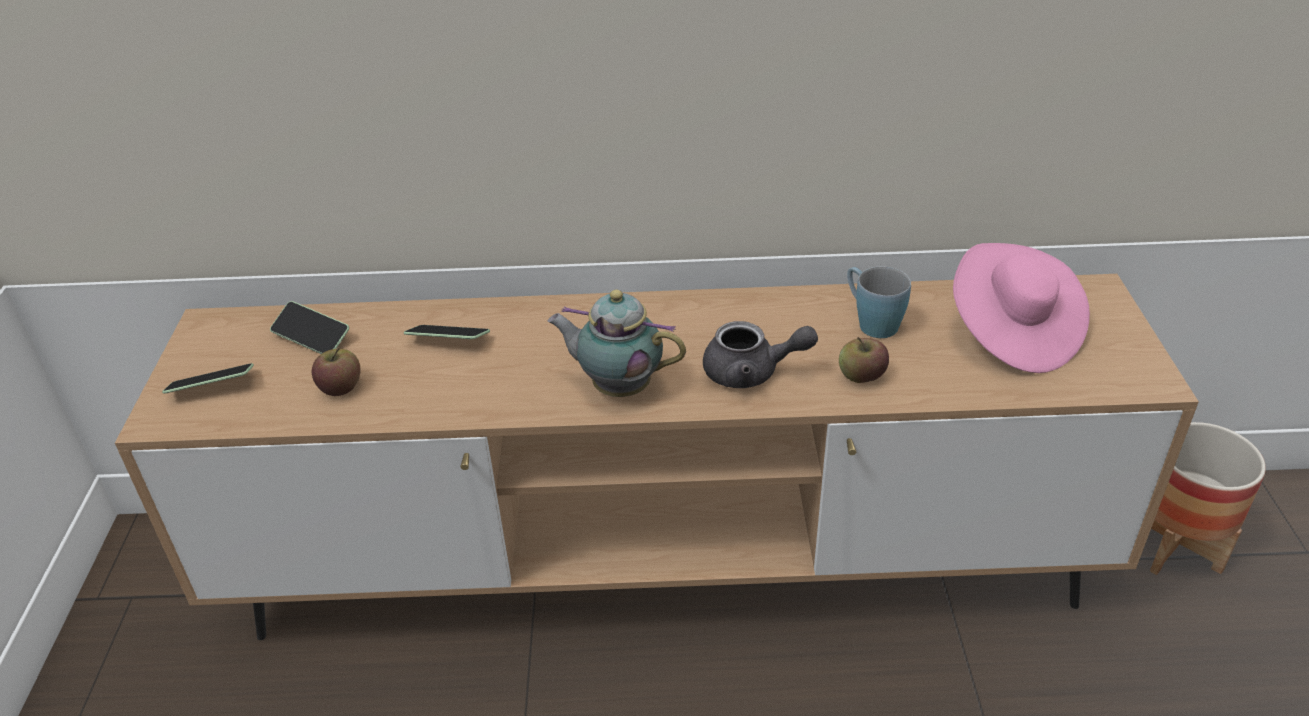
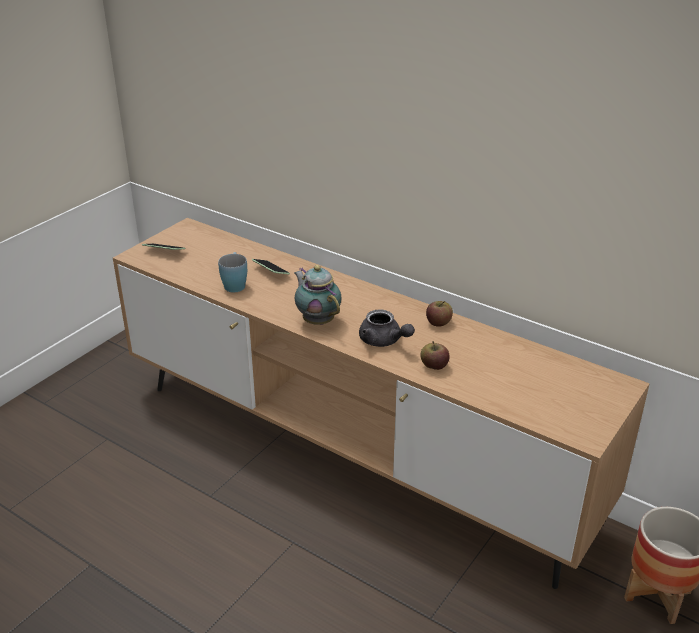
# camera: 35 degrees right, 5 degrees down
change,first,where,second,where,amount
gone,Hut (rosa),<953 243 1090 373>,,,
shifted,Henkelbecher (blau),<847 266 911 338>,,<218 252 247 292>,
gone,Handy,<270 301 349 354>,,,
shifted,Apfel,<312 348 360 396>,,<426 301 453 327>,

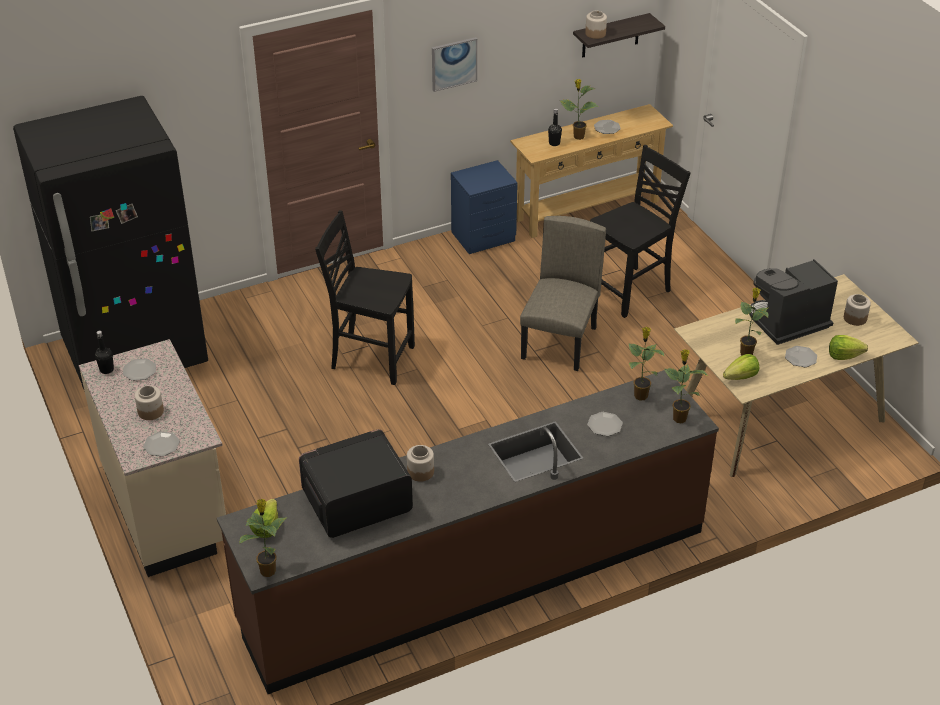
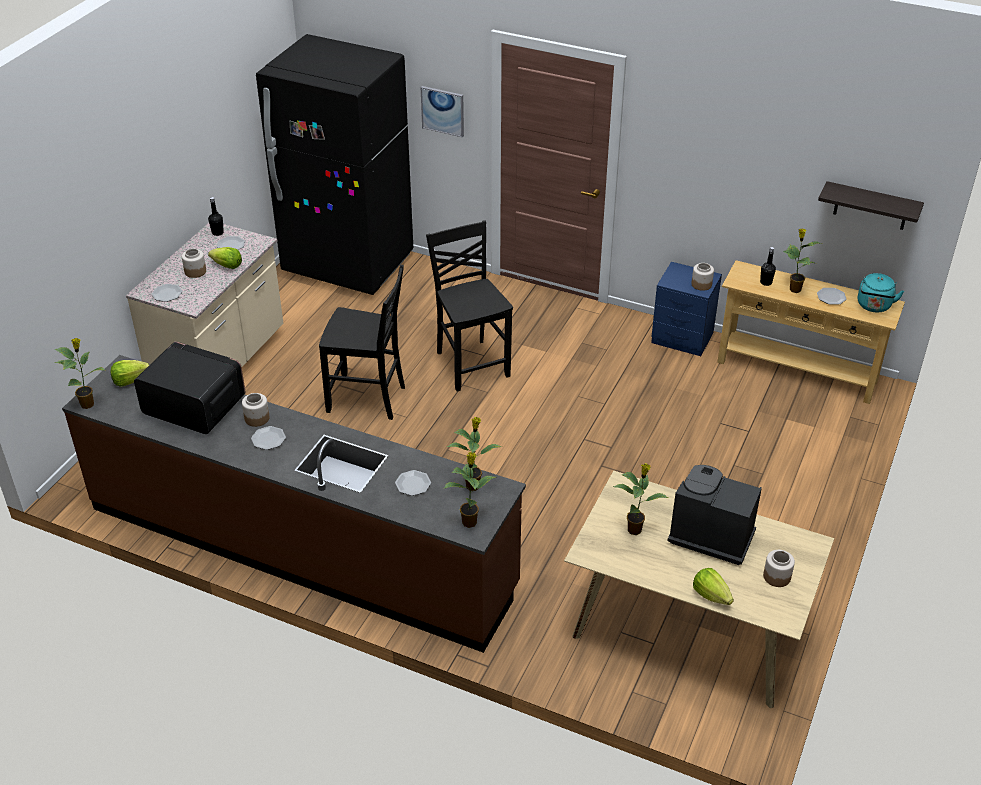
# camera: 50 degrees right, 0 degrees up
change,first,where,second,where,amount
shifted,Vorratsglas,<585 11 607 39>,,<691 263 714 291>,
shifted,Bild,<432 37 477 92>,,<421 86 464 137>,
shifted,Stuhl (schwarz),<590 145 691 318>,,<319 265 405 420>,
gone,Stuhl (beige),<520 216 606 371>,,,
shifted,Teller,<785 346 817 367>,,<251 426 286 450>,
shifted,Salatkopf,<723 354 759 380>,,<208 247 242 269>,
new,,,Wasserkessel (türkis),<858 273 904 312>,

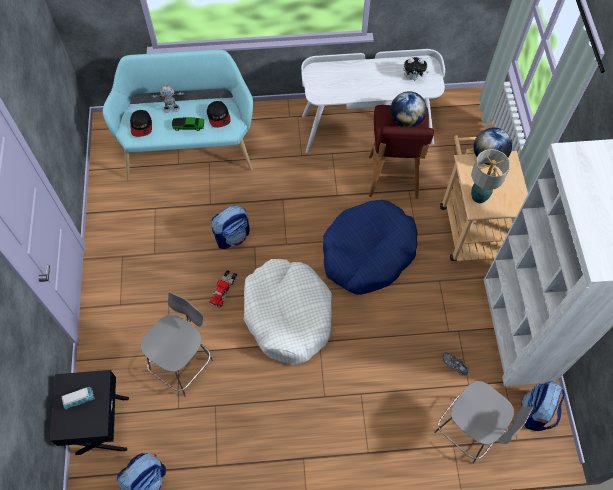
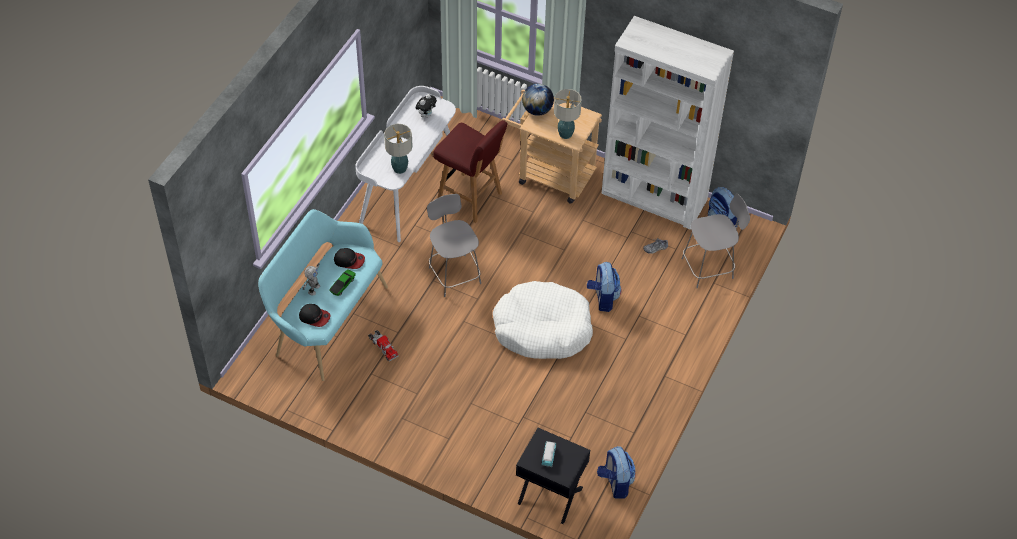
# camera: 60 degrees left, 10 degrees down
change,first,where,second,where,amount
gone,Globus,<390 91 427 127>,,,
gone,Hundebett (blau),<323 200 418 295>,,,
shifted,Rucksack,<211 205 250 249>,,<587 262 621 312>,
shifted,Spielzeuglaster,<209 270 237 308>,,<368 330 399 362>,
shifted,Stuhl (grau),<140 292 214 397>,,<427 194 481 297>,
new,,,Tischlampe,<384 124 413 174>,

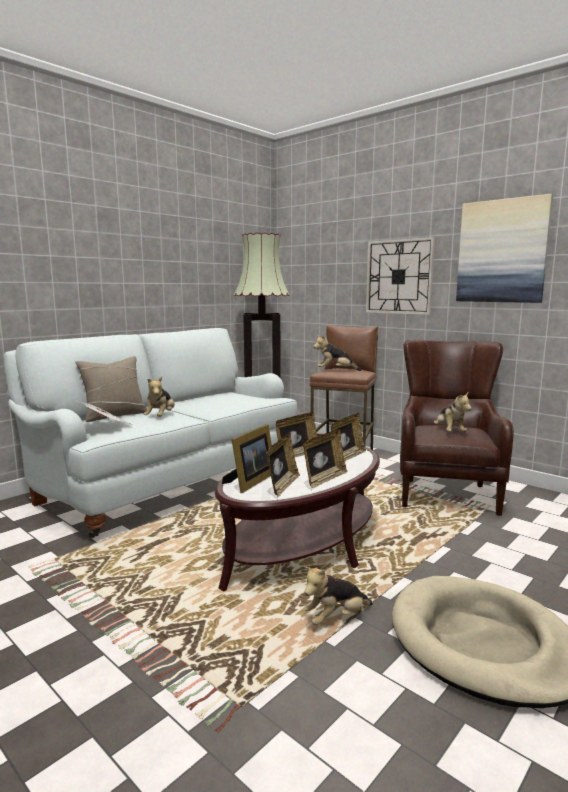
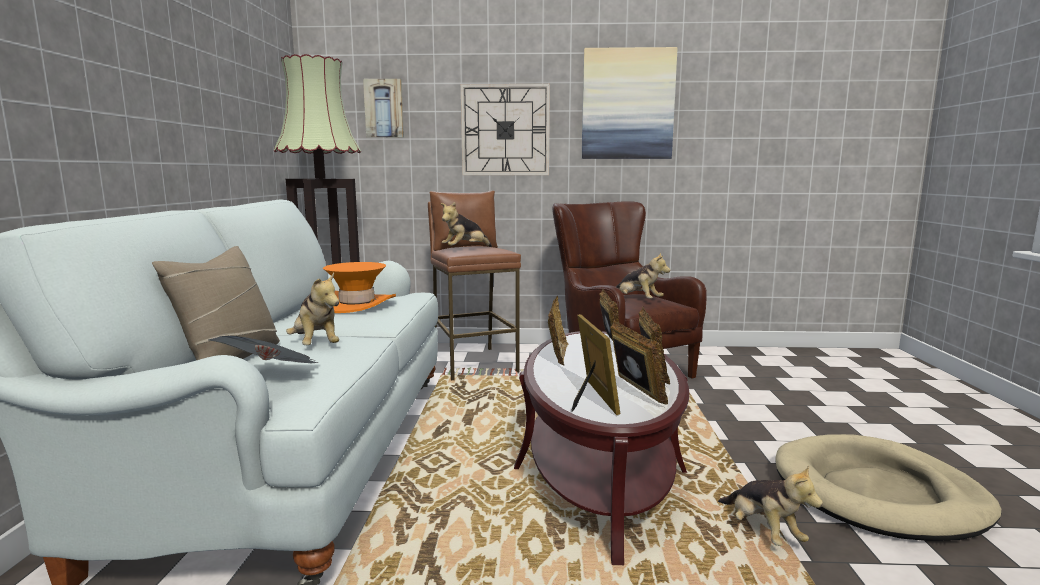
# camera: 40 degrees left, 0 degrees up
change,first,where,second,where,amount
rotated,Plüschtier,<304 566 373 625>,,<718 465 823 546>,45 degrees counterclockwise
new,,,Bild,<363 79 404 138>,
new,,,Hut (orange),<323 262 396 313>,

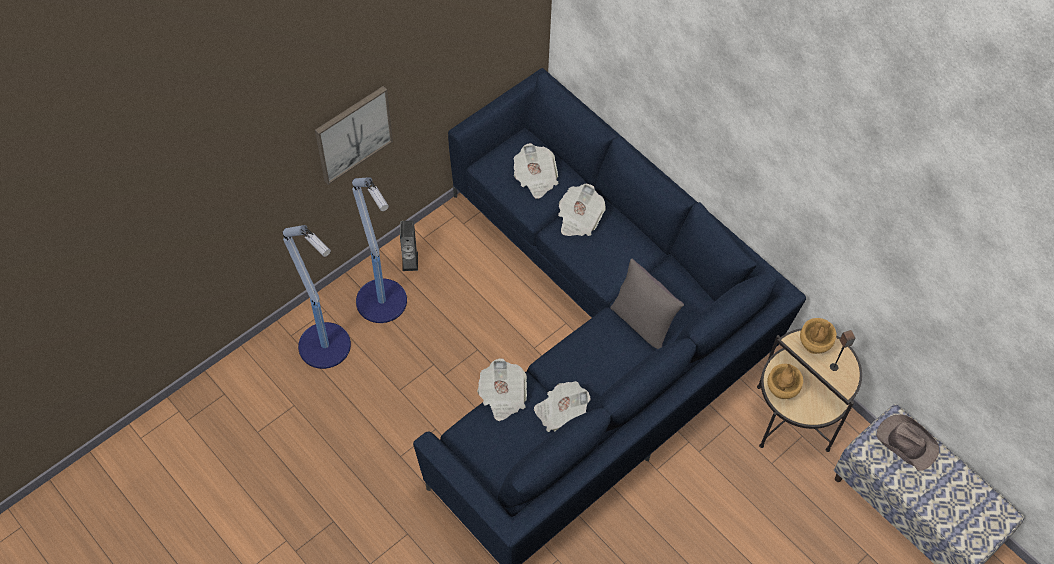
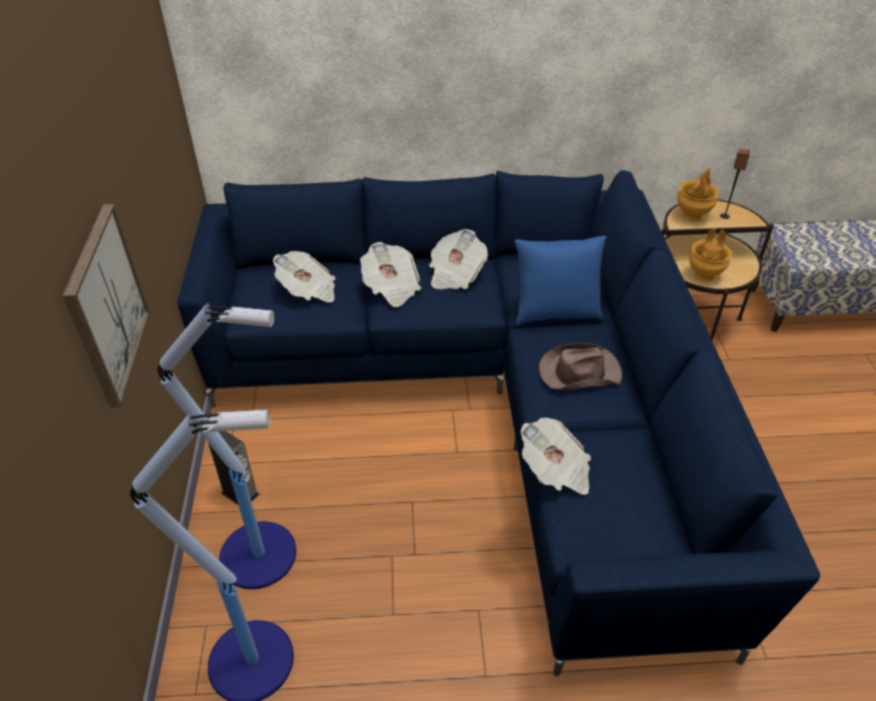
# camera: 50 degrees left, 15 degrees down
change,first,where,second,where,amount
repainted,Kissen (grau),<610 259 684 349>,Kissen (blau),<515 236 607 325>,
shifted,Zeitung,<534 381 591 432>,,<429 229 488 289>,
shifted,Hut (braun),<876 414 939 471>,,<539 343 622 390>,

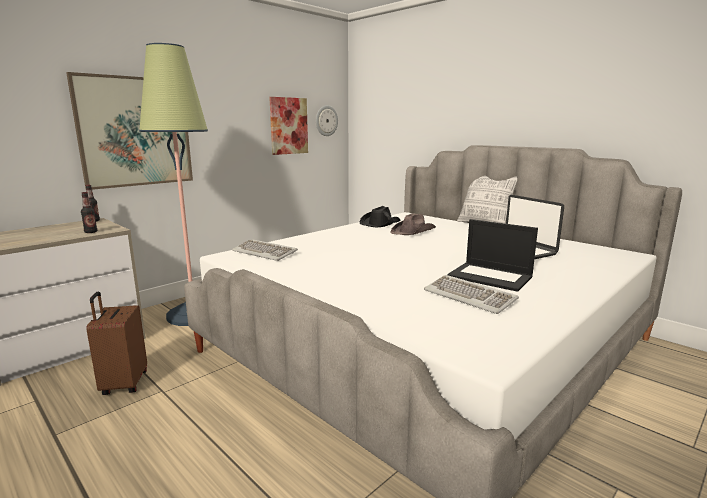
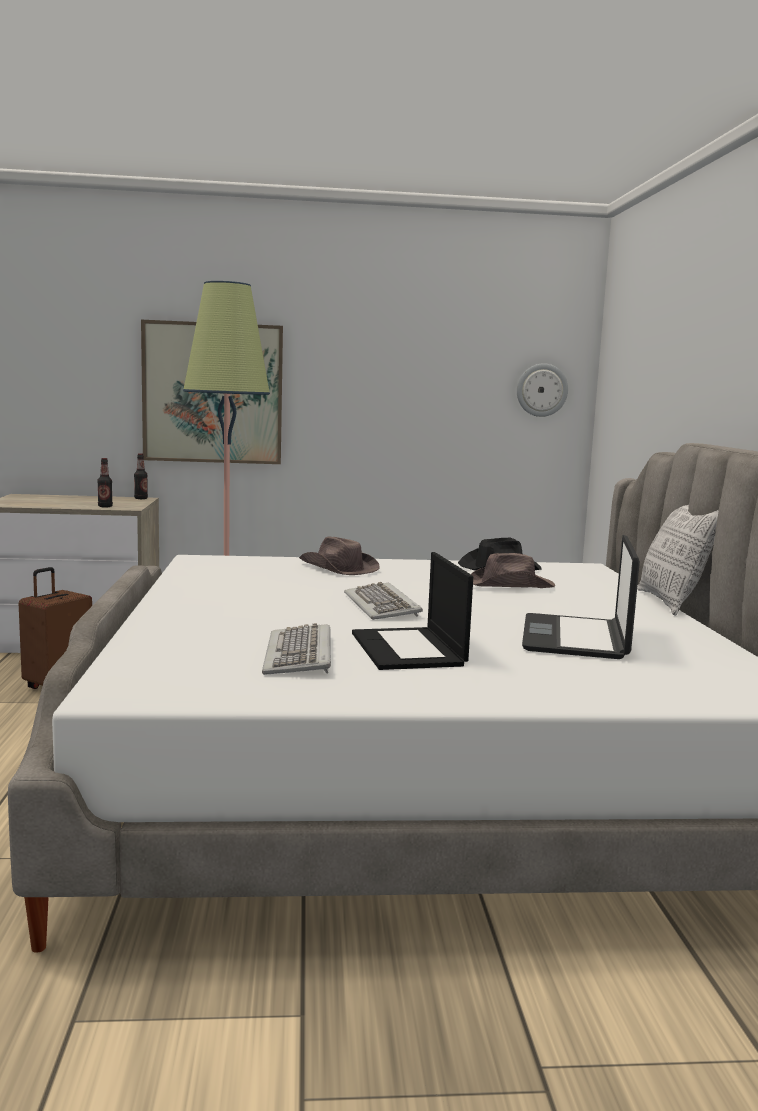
# camera: 40 degrees right, 5 degrees down
change,first,where,second,where,amount
gone,Bild,<269 97 308 155>,,,
shifted,Tastatur,<232 239 298 261>,,<344 582 423 620>,
new,,,Hut (braun),<299 537 380 575>,

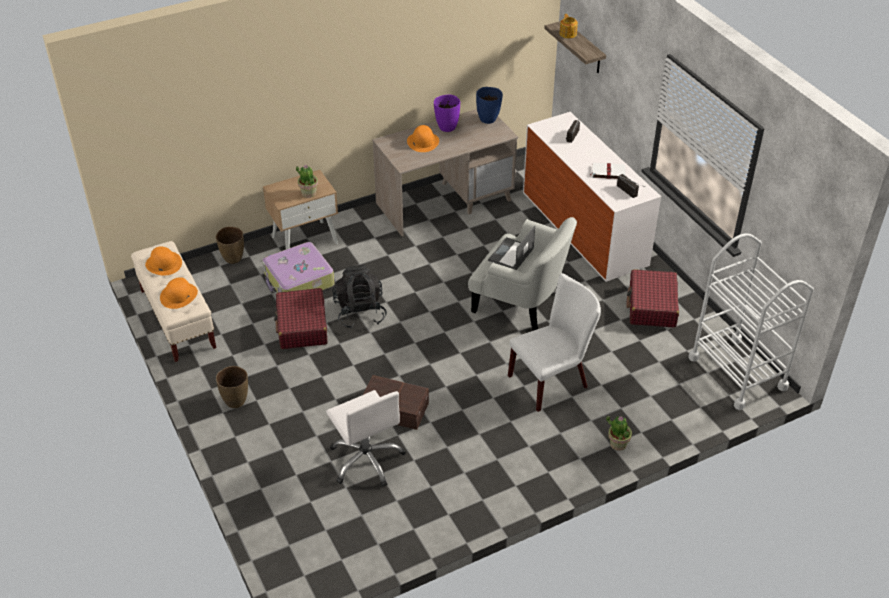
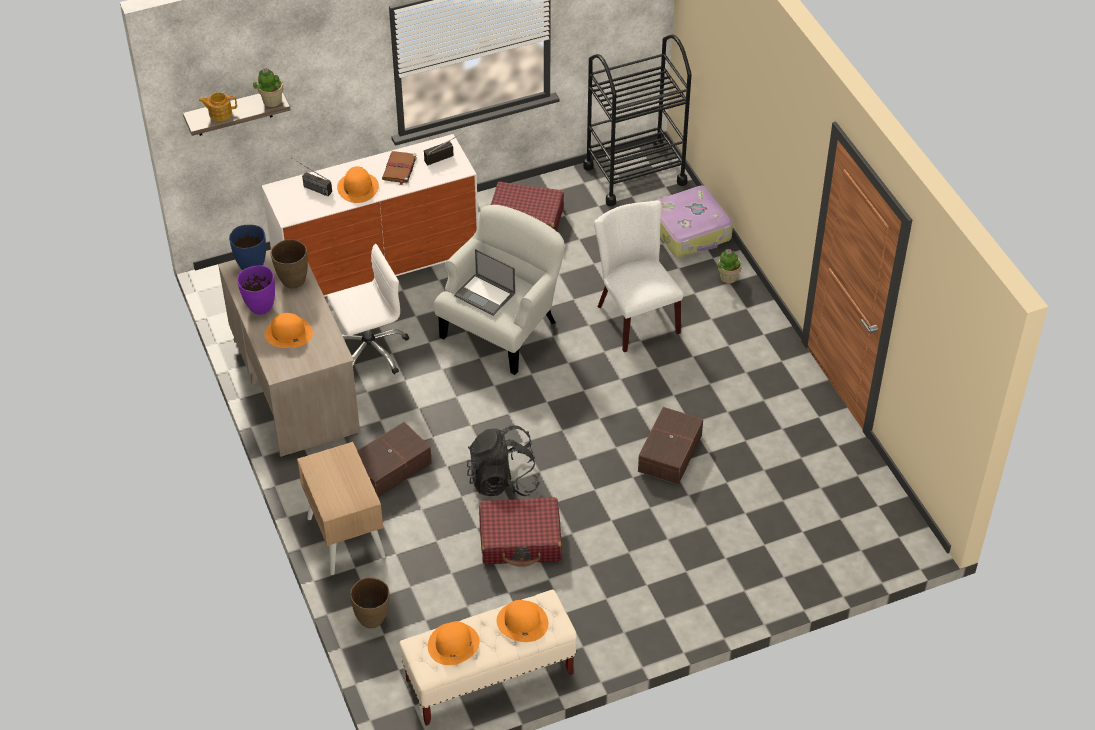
# camera: 85 degrees left, 5 degrees up
change,first,where,second,where,amount
repainted,Buch (weiß),<590 163 625 179>,Buch (braun),<382 151 417 185>,
shifted,Topfpflanze,<296 165 318 198>,,<253 68 284 107>,
repainted,Rollwagen (weiß),<688 233 814 410>,Rollwagen (schwarz),<583 35 691 206>,
shifted,Koffer,<262 242 335 293>,,<655 186 733 258>,
shifted,Vase (braun),<216 366 248 408>,,<271 239 308 288>,
shifted,Bürostuhl (weiß),<326 390 406 487>,,<327 244 410 374>,
new,,,Hut (orange),<337 166 379 203>,
new,,,Aufbewahrungsbox (braun),<357 422 432 497>,

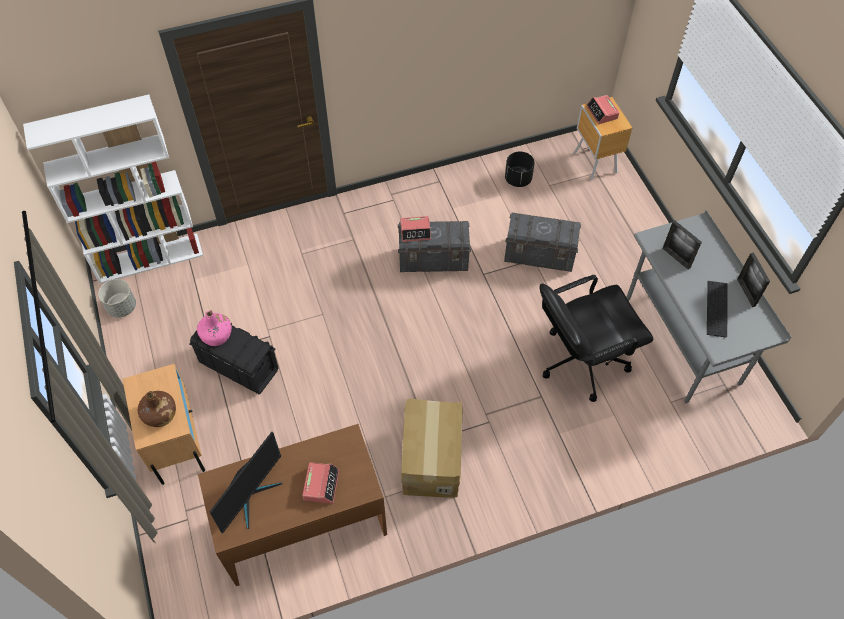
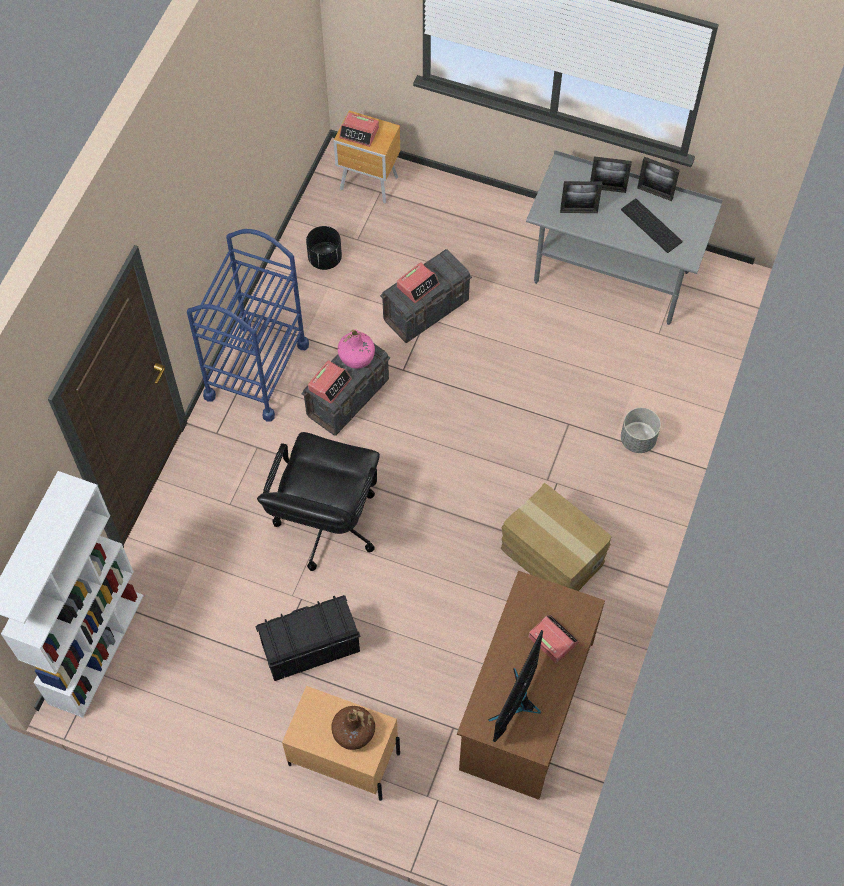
# camera: 50 degrees left, 5 degrees up
change,first,where,second,where,amount
shifted,Bürostuhl (schwarz),<540 275 653 402>,,<257 432 380 571>,
shifted,Pflanzkübel (grau),<98 279 136 318>,,<621 408 661 453>,
shifted,Flasche (rosa),<197 311 232 346>,,<338 330 375 369>,
rotated,Monitor,<210 432 282 533>,,<488 630 543 742>,135 degrees counterclockwise
new,,,Bilderrahmen,<590 156 632 193>,
new,,,Rollwagen (blau),<187 229 309 422>,
new,,,Wecker,<397 262 440 303>,

